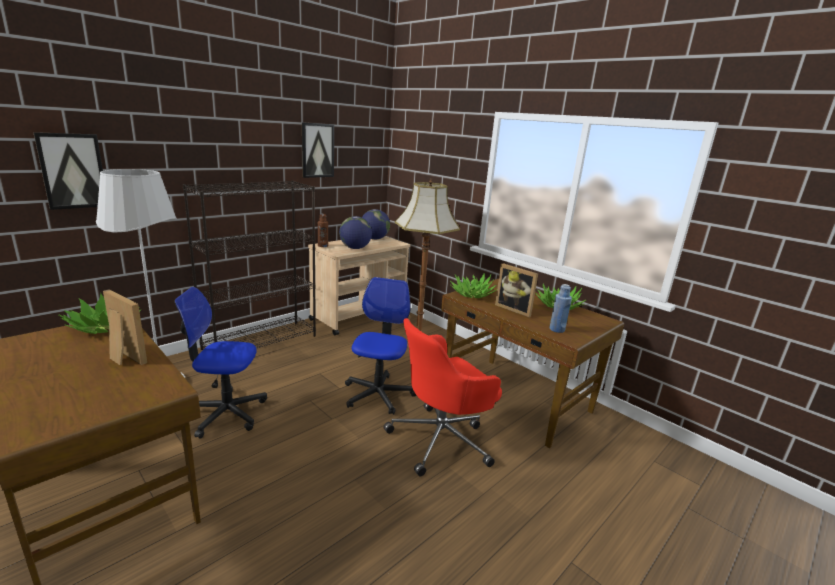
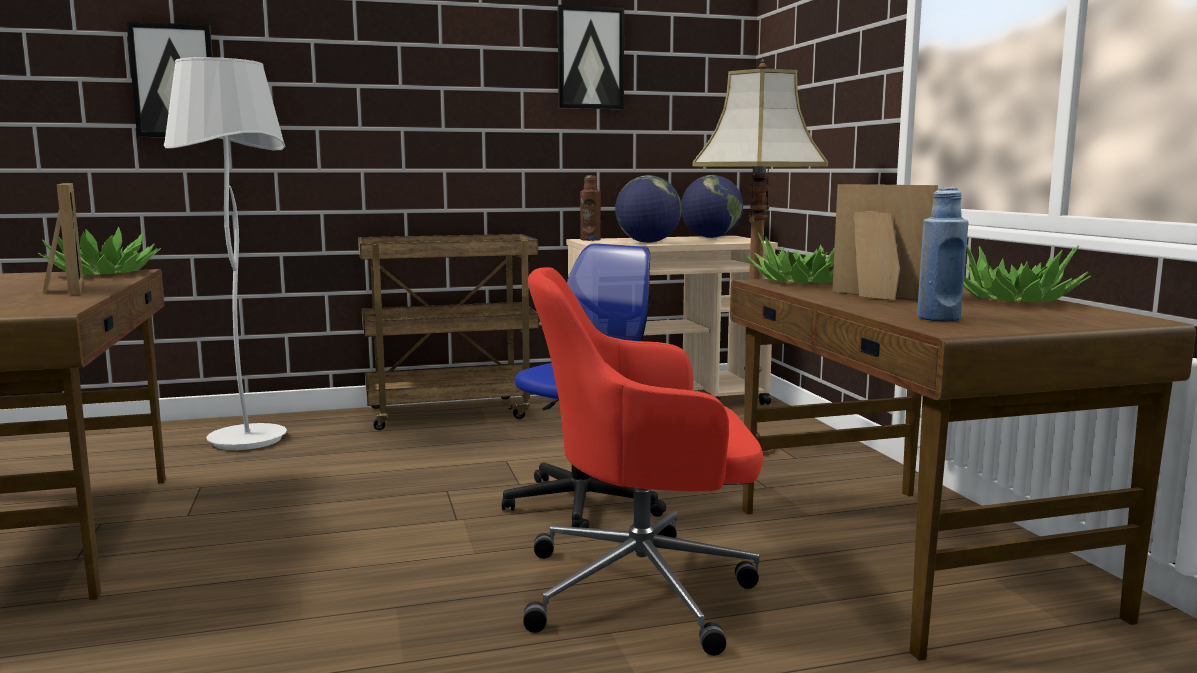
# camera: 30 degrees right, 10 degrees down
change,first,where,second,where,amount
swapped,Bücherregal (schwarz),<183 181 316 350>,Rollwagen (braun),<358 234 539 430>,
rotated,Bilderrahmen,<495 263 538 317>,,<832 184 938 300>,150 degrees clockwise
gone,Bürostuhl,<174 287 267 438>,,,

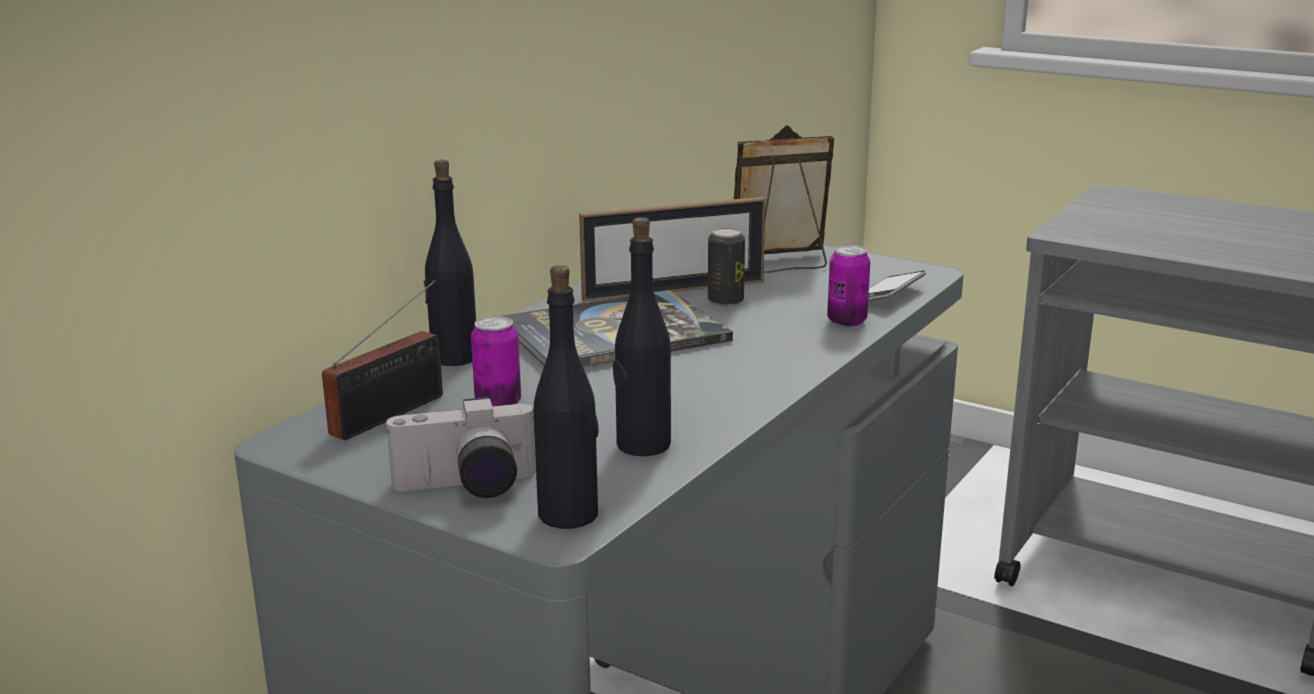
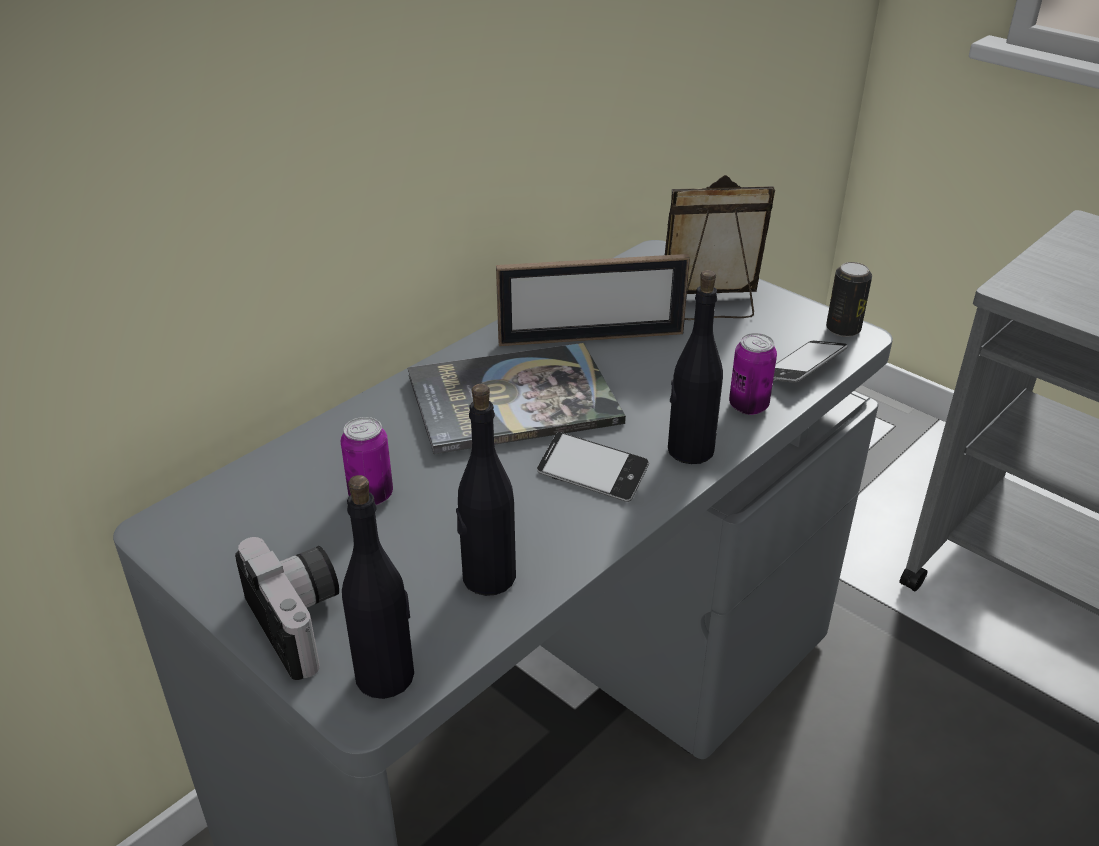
# camera: 10 degrees right, 15 degrees up
change,first,where,second,where,amount
shifted,Flasche (schwarz),<424 159 476 366>,,<668 270 723 464>,
shifted,Dose,<708 228 745 306>,,<826 262 872 337>,
gone,Radio,<322 279 443 440>,,,
rotated,Kamera,<385 397 536 498>,,<235 537 339 680>,120 degrees counterclockwise
new,,,Handy,<537 432 649 502>,

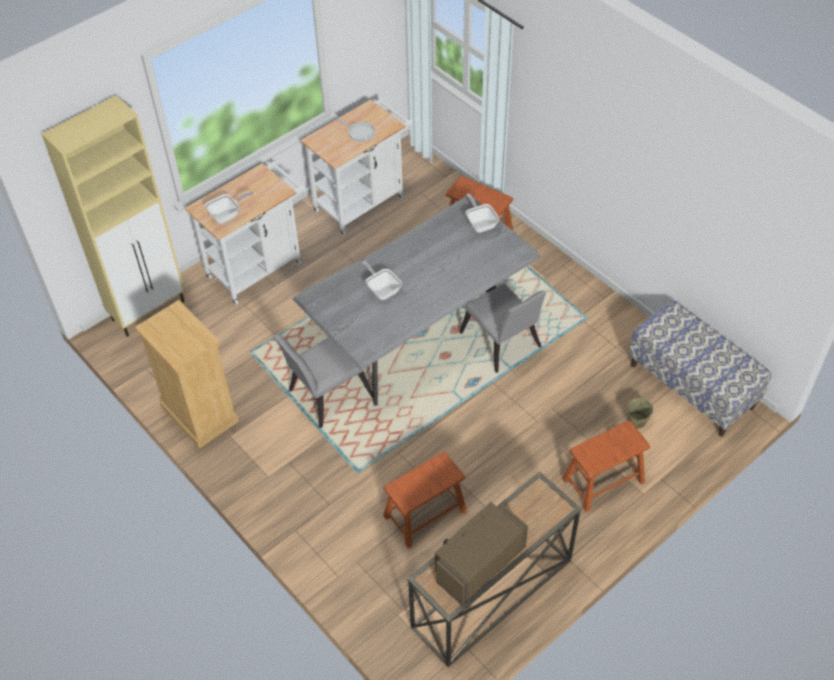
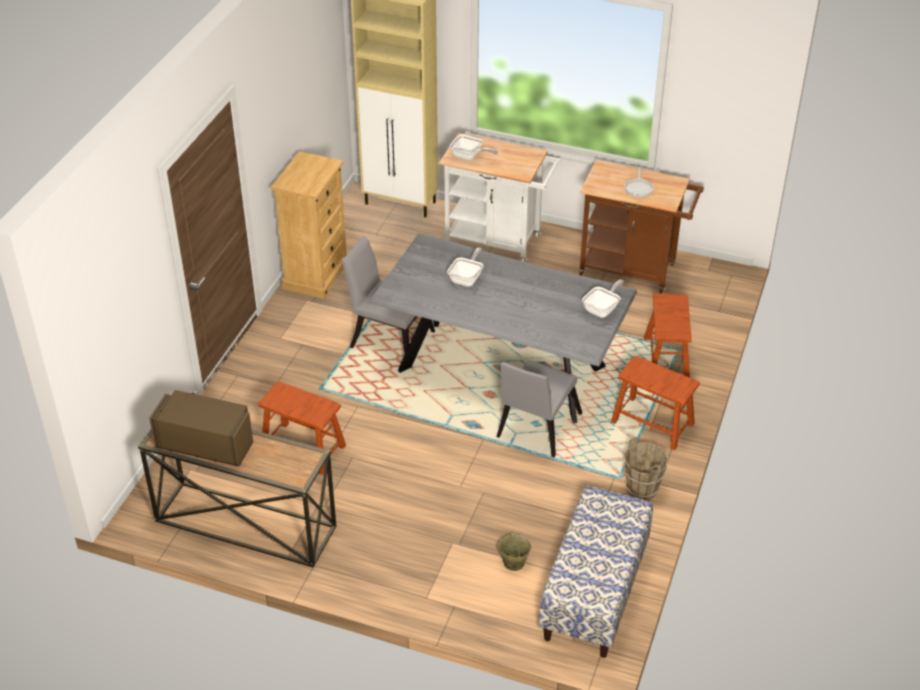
# camera: 60 degrees right, 10 degrees down
change,first,where,second,where,amount
repainted,Rollwagen (weiß),<300 98 413 236>,Rollwagen (braun),<579 160 704 293>,
shifted,Hocker (braun),<562 421 650 512>,,<611 356 700 450>,
new,,,Eimer (braun),<624 437 668 501>,

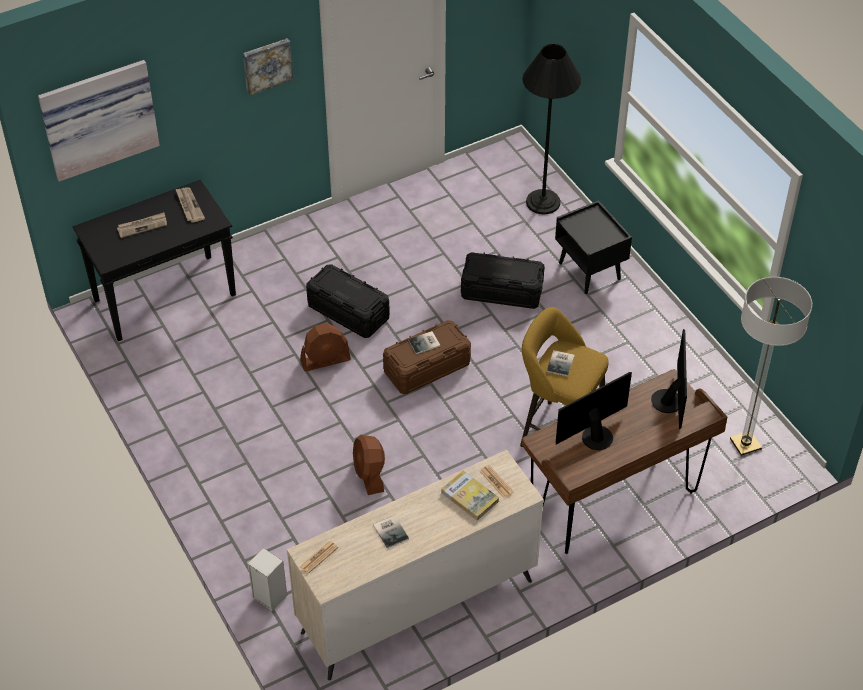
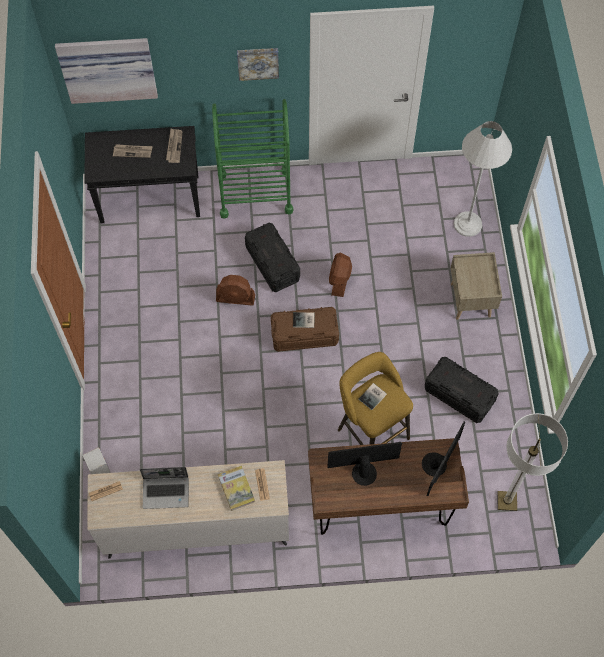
# camera: 25 degrees right, 15 degrees up
change,first,where,second,where,amount
repainted,Stehlampe (schwarz),<522 44 581 215>,Stehlampe (weiß),<454 121 512 237>,
repainted,Nachttisch (schwarz),<555 200 632 294>,Nachttisch (beige),<451 252 502 320>,
shifted,Aufbewahrungsbox (schwarz),<461 252 545 309>,,<425 357 499 423>,
shifted,Ventilator (braun),<353 435 385 495>,,<329 252 352 297>,
swapped,Buch,<373 515 409 549>,Laptop,<140 467 189 509>,
new,,,Rollwagen (grün),<212 99 293 219>,

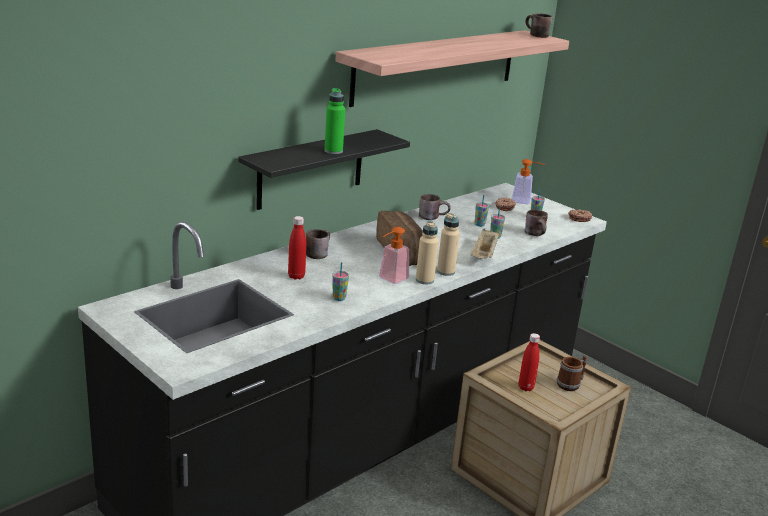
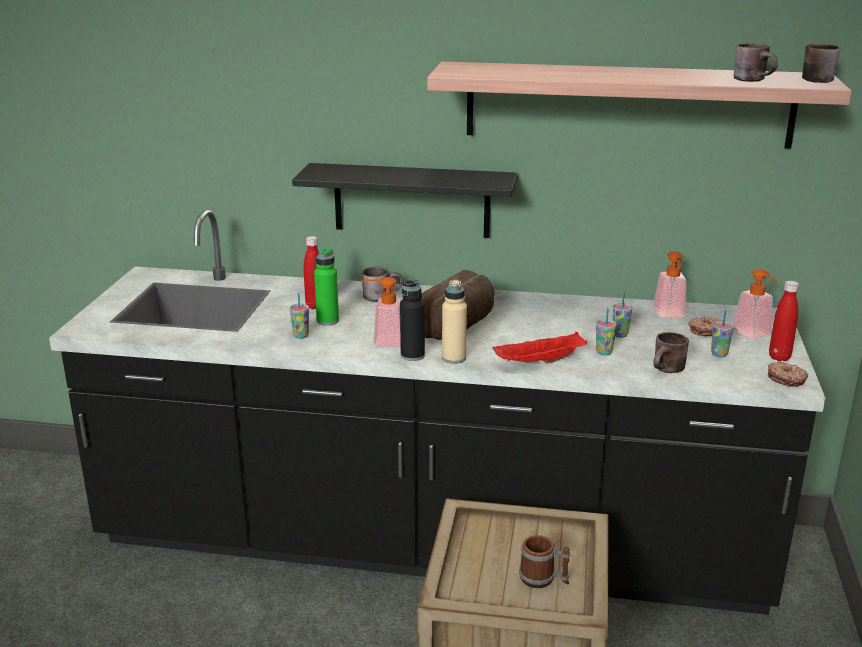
# camera: 55 degrees right, 0 degrees up
change,first,where,second,where,amount
shifted,Flasche (grün),<324 88 345 154>,,<314 248 339 326>,
shifted,Henkelbecher (braun),<419 194 451 220>,,<734 43 778 82>,
repainted,Flasche (beige),<416 221 439 284>,Flasche (schwarz),<400 279 425 361>,
repainted,Tablett (beige),<470 228 500 258>,Tablett (rot),<493 332 587 364>,
shifted,Flasche (rot),<519 333 540 391>,,<769 281 799 361>,
new,,,Seifenspender,<653 251 686 317>,

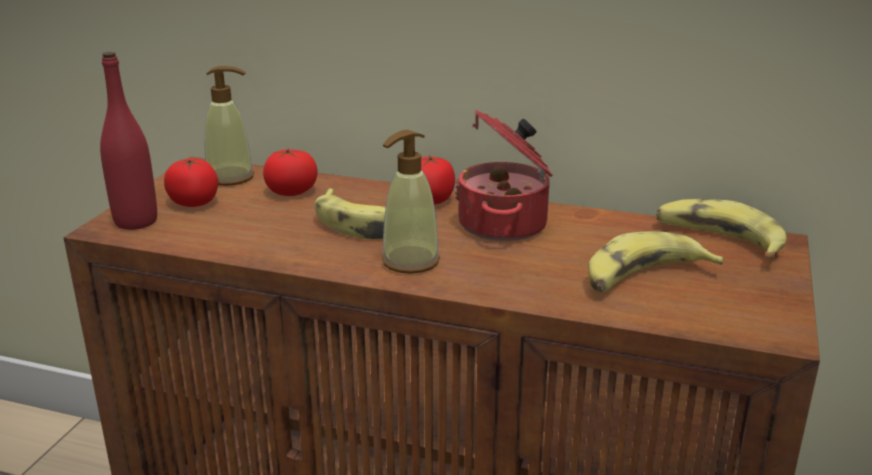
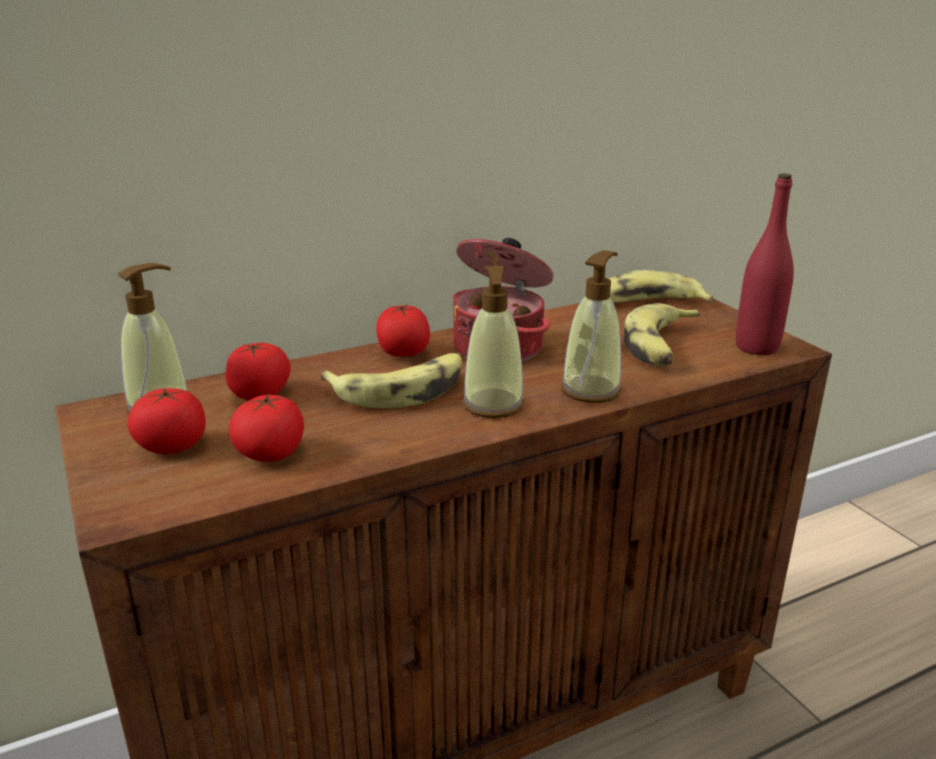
# camera: 45 degrees left, 0 degrees up
change,first,where,second,where,amount
shifted,Flasche (rot),<100 52 157 230>,,<736 173 794 355>,
new,,,Seifenspender,<561 250 622 403>,
new,,,Tomate,<229 393 304 462>,

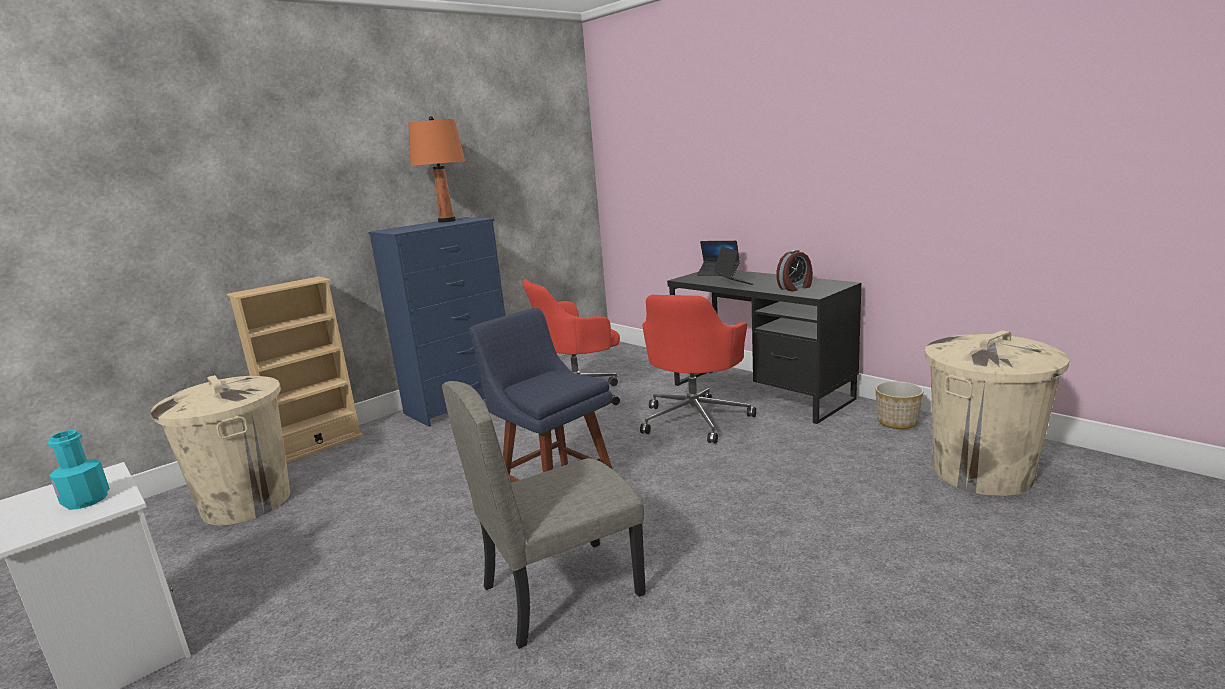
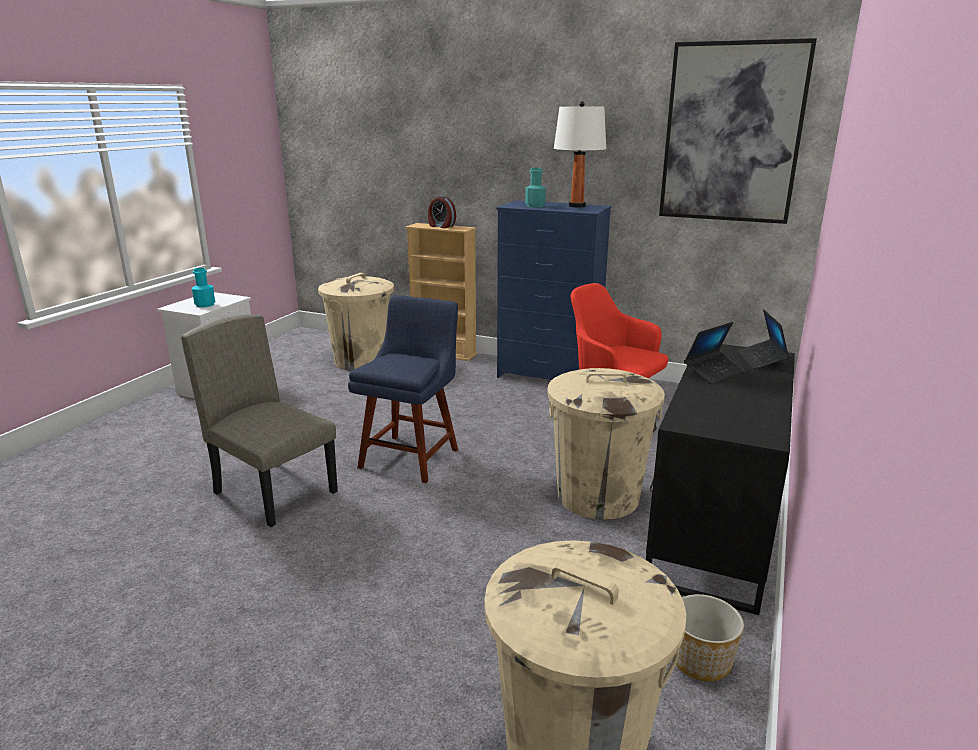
# camera: 65 degrees right, 5 degrees up
change,first,where,second,where,amount
repainted,Tischlampe (orange),<408 116 465 223>,Tischlampe (weiß),<554 101 606 208>,
shifted,Wecker,<776 250 813 291>,,<428 196 456 228>,
swapped,Bürostuhl (rot),<640 295 756 443>,Mülleimer (beige),<547 368 665 520>,
new,,,Bild,<659 38 817 224>,
new,,,Flasche (türkis),<525 168 546 207>,

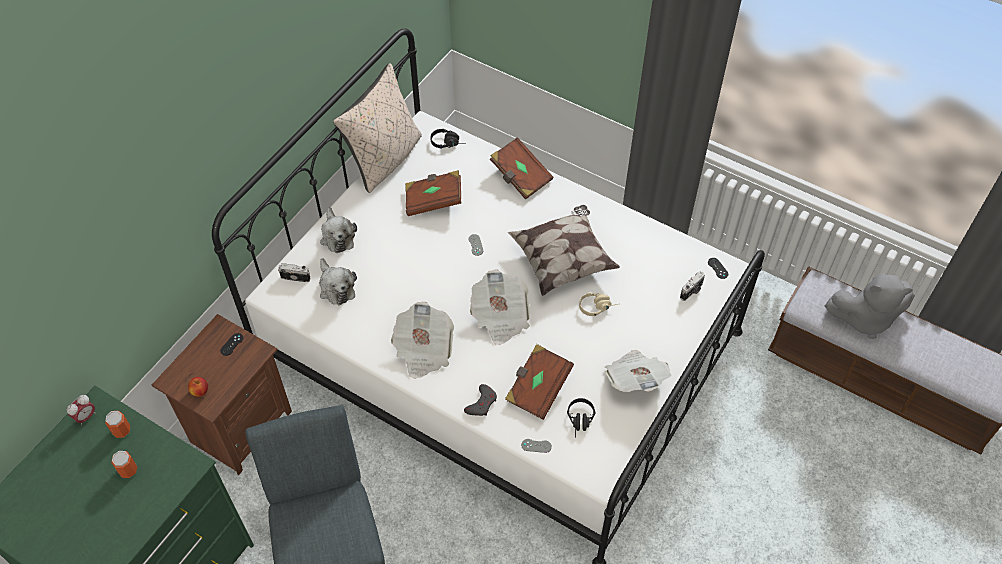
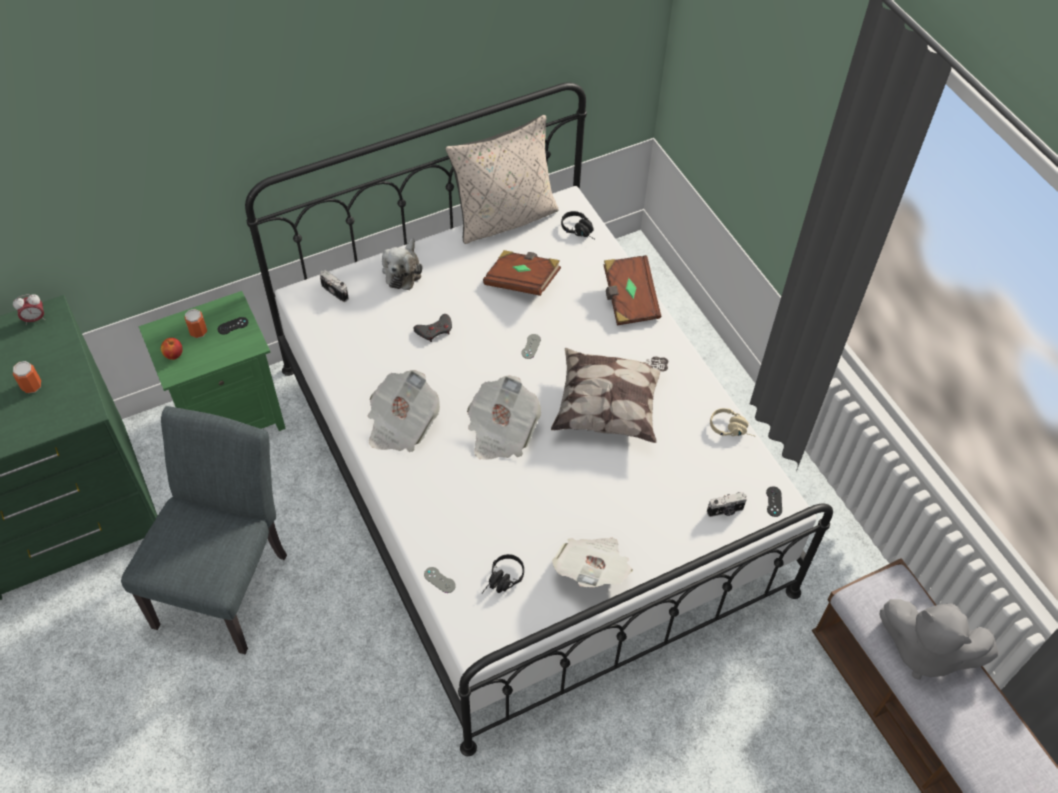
# camera: 30 degrees right, 0 degrees up
change,first,where,second,where,amount
gone,Plüschtier,<319 259 357 305>,,,
shifted,Kopfhörer (beige),<579 293 618 316>,,<710 408 756 437>,
repainted,Nachttisch (braun),<152 314 292 475>,Nachttisch (grün),<139 291 286 431>,
gone,Buch (braun),<505 344 574 420>,,,
shifted,Gamepad (grau),<464 384 497 416>,,<413 314 452 342>,
shifted,Dose,<105 411 130 438>,,<184 309 207 338>,

